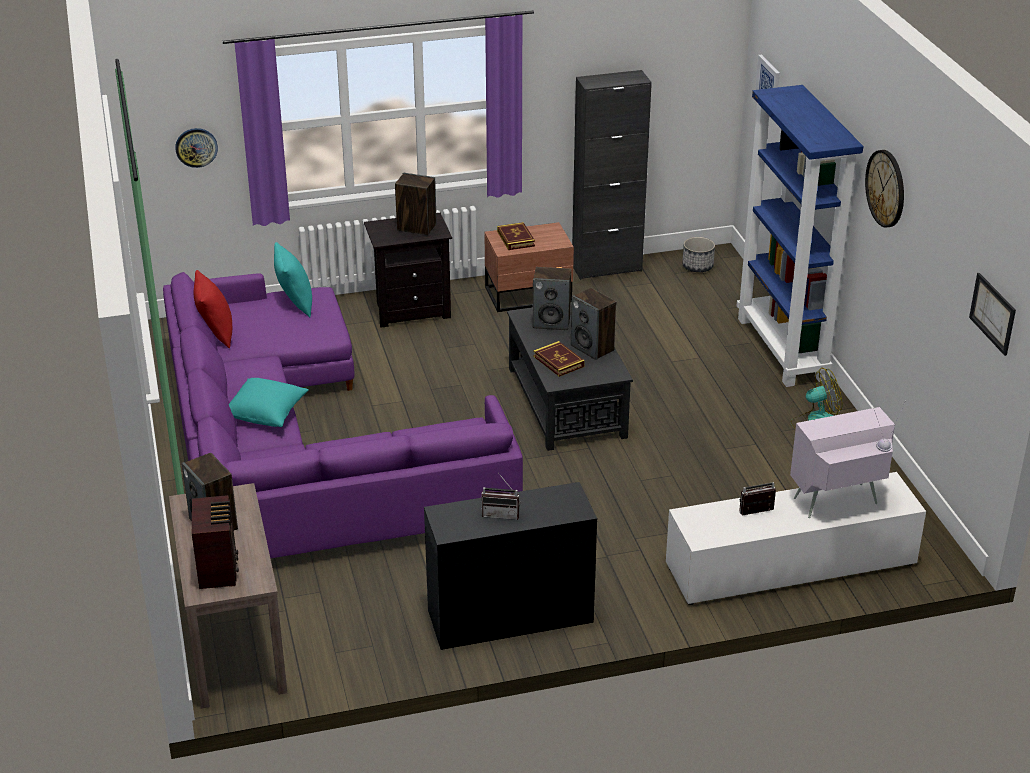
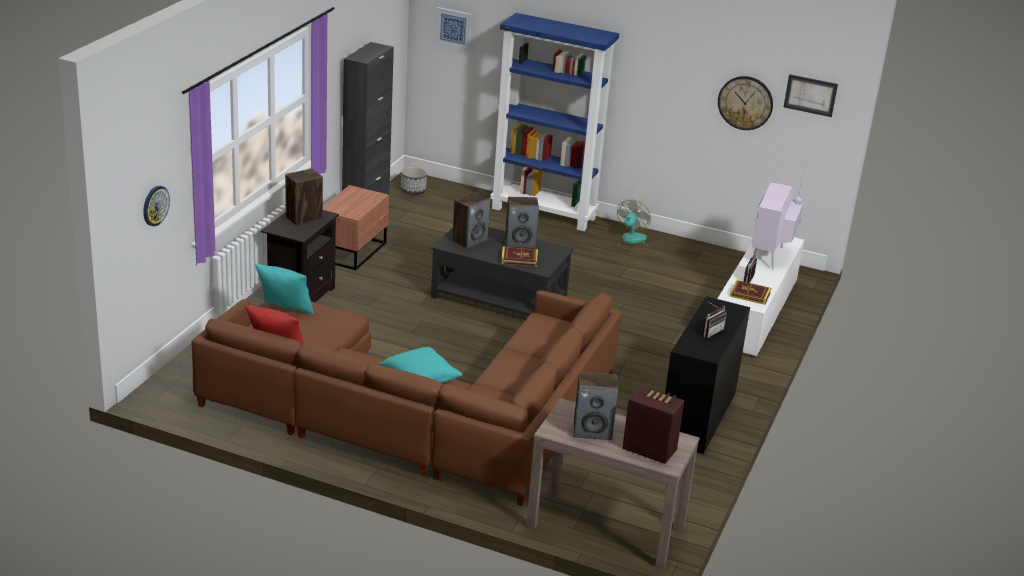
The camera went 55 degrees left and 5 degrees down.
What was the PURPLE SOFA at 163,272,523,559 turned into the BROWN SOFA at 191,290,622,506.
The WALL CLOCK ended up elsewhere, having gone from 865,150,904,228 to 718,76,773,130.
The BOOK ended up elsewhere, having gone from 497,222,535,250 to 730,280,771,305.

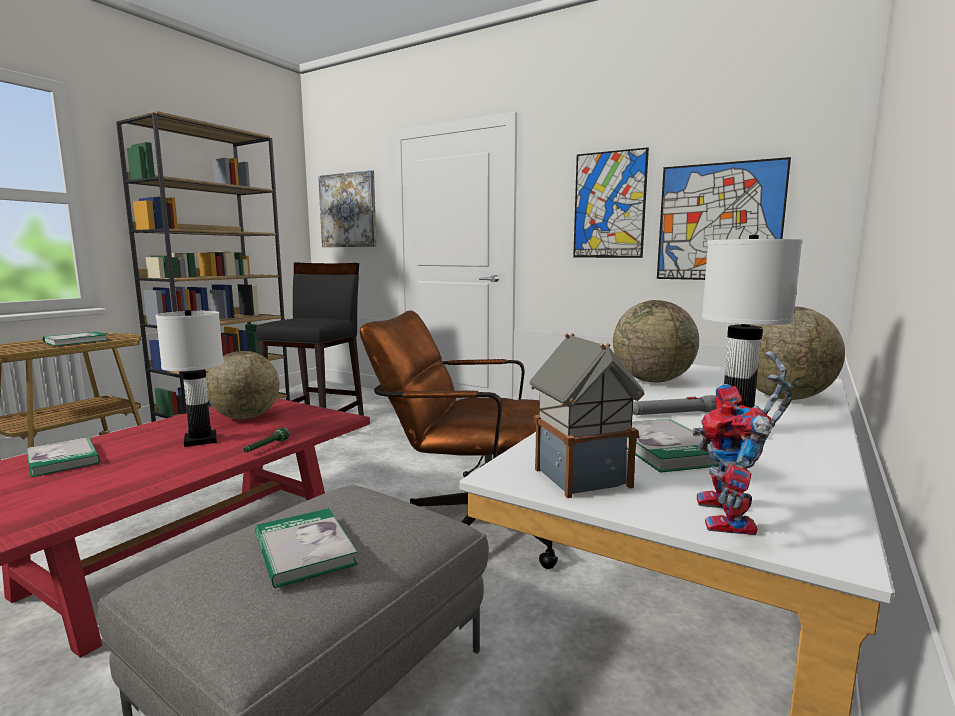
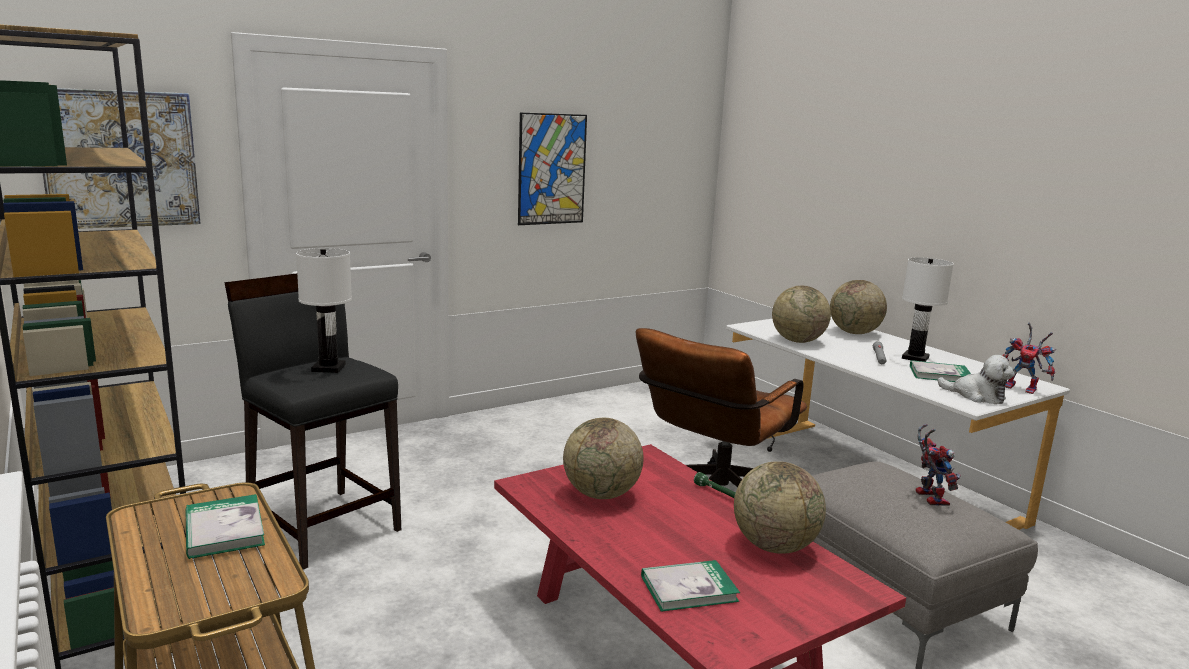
The camera went 65 degrees left and 5 degrees up.
The WHITE TABLE LAMP ended up elsewhere, having gone from 156,310,224,447 to 296,248,352,373.
The second view gained the GLOBE at 734,461,826,554.
Where the BOOK stood at 255,508,358,588, the TOY ROBOT came to stand at 916,424,961,506.
Where the TOY HOUSE stood at 530,333,644,498, the PLUSH TOY came to stand at 937,355,1015,404.
The second view lost the PICTURE at 657,157,791,280.

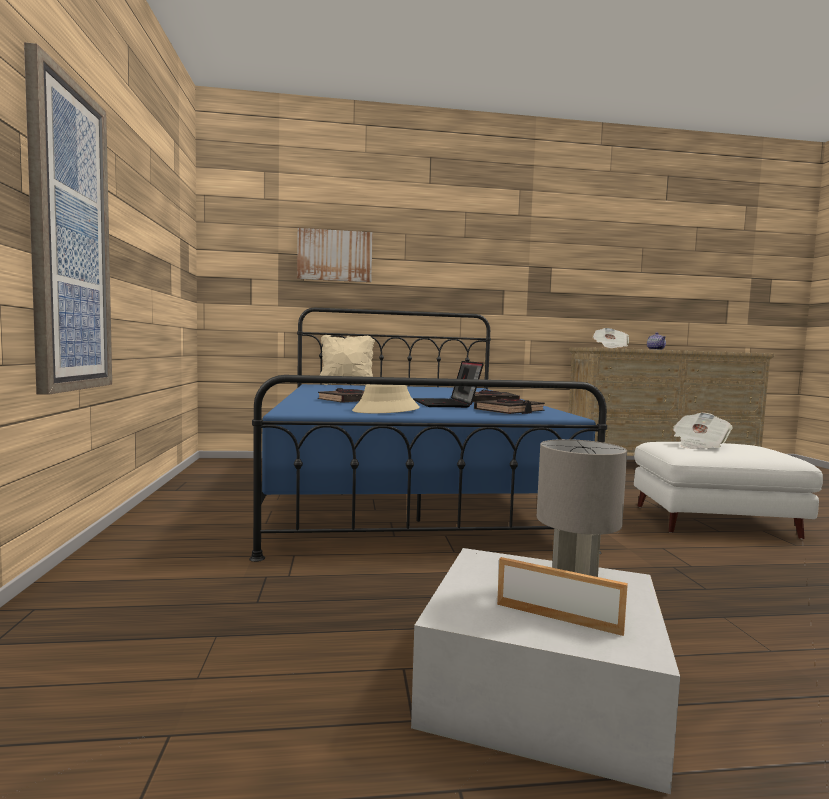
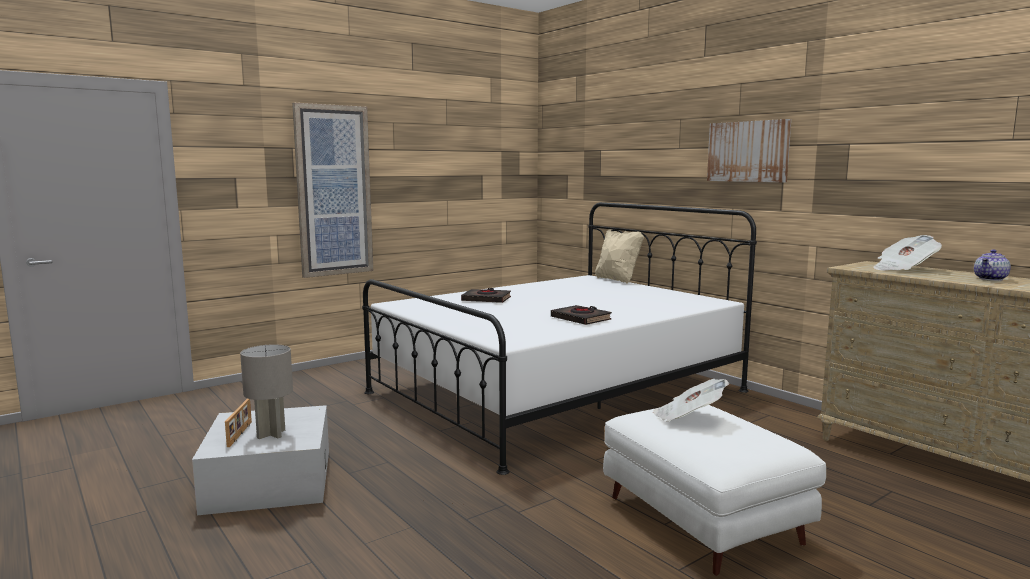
The camera went 60 degrees right and 5 degrees up.
What was the BLUE BED at 249,308,607,562 turned into the WHITE BED at 362,202,757,475.
The PICTURE ended up elsewhere, having gone from 297,228,373,282 to 707,119,791,182.
The second view lost the BEIGE HAT at 352,384,420,413.
The second view lost the LAPTOP at 413,361,484,408.
The second view lost the BLACK BOOK at 474,398,545,414.

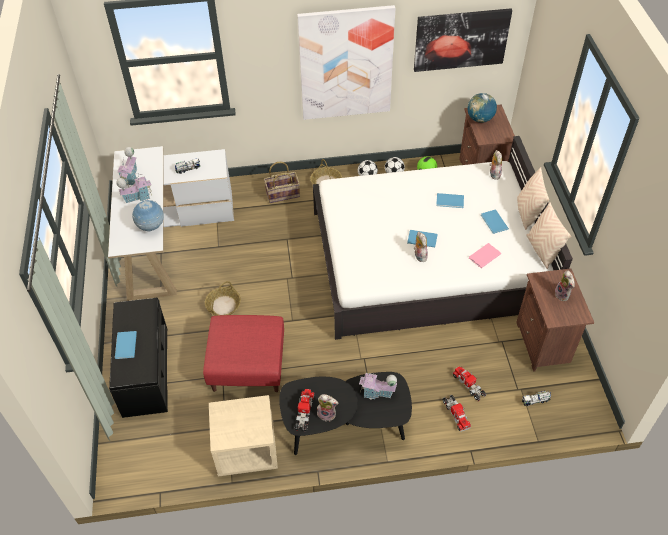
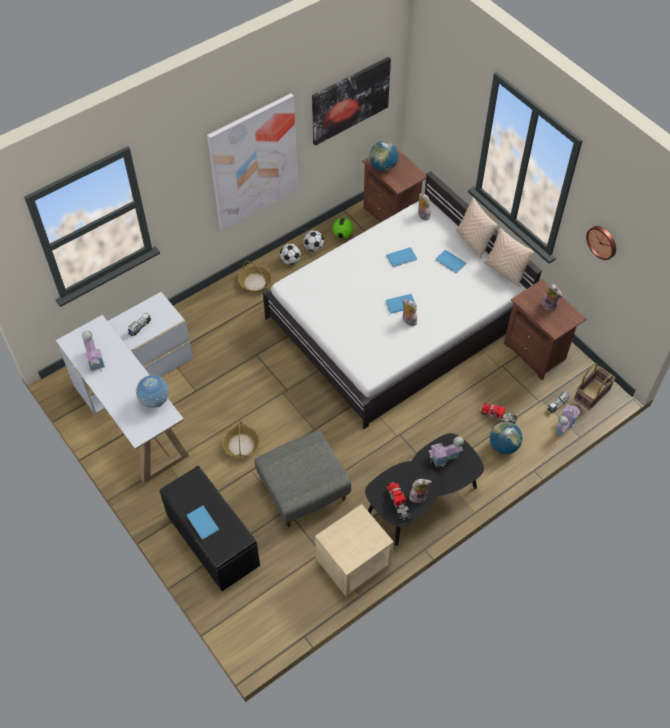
The camera went 30 degrees left and 5 degrees up.
What was the RED OTTOMAN at 203,315,284,392 turned into the GREY OTTOMAN at 255,431,351,527.
Where the TOY TRUCK stood at 442,395,471,432, the GLOBE came to stand at 490,422,523,454.
The TOY HOUSE ended up elsewhere, having gone from 116,173,152,203 to 556,404,580,437.
The BASKET ended up elsewhere, having gone from 264,162,300,203 to 574,363,616,410.
The second view gained the WALL CLOCK at 586,226,616,260.
The second view lost the PINK BOOK at 469,243,501,268.

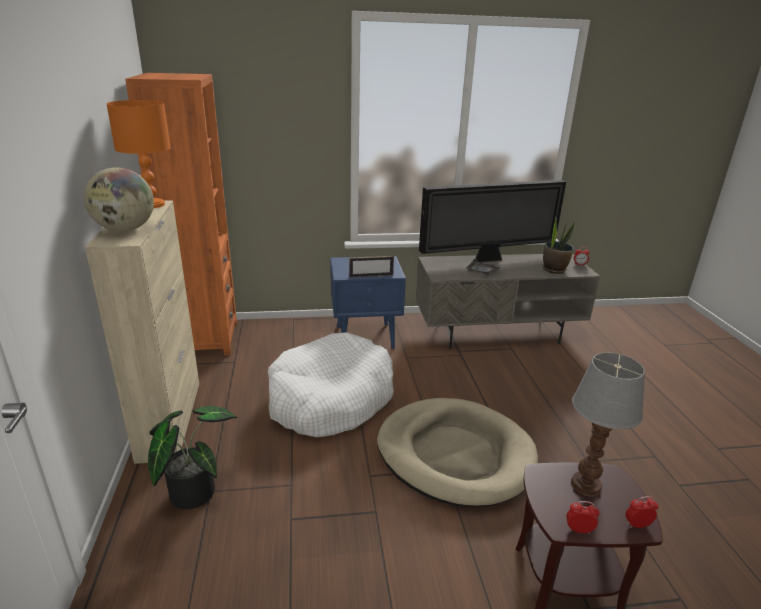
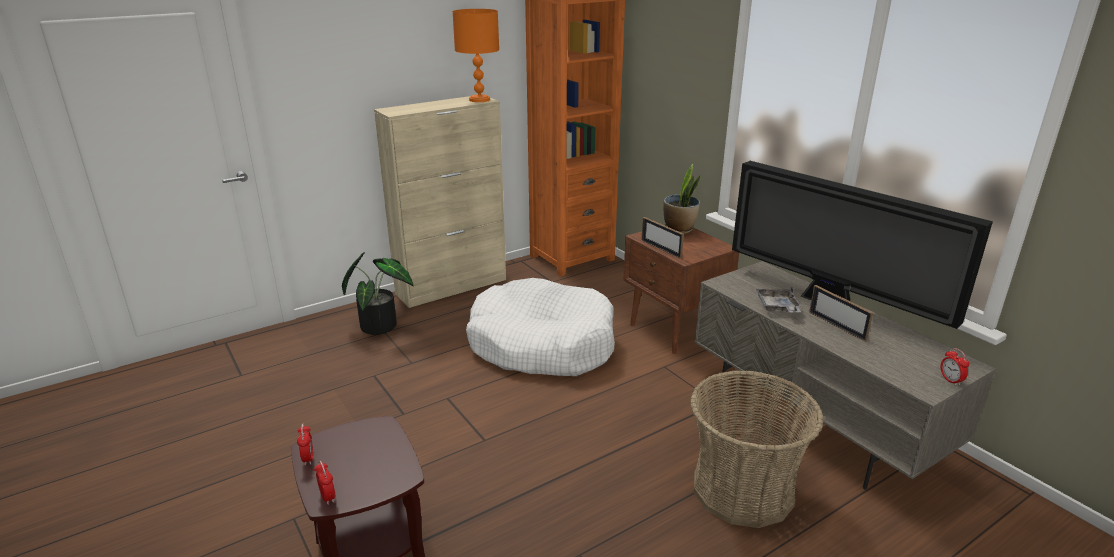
The camera went 65 degrees right and 0 degrees up.
What was the BLUE NIGHTSTAND at 330,256,406,349 turned into the BROWN NIGHTSTAND at 623,228,739,354.
The POTTED PLANT ended up elsewhere, having gone from 543,216,575,274 to 664,164,701,234.
The second view gained the BASKET at 690,370,824,528.
The second view gained the PICTURE FRAME at 809,285,873,342.
The second view lost the GLOBE at 84,167,154,232.
The second view lost the BEIGE DOG BED at 377,398,538,507.
The second view lost the TABLE LAMP at 571,353,645,496.

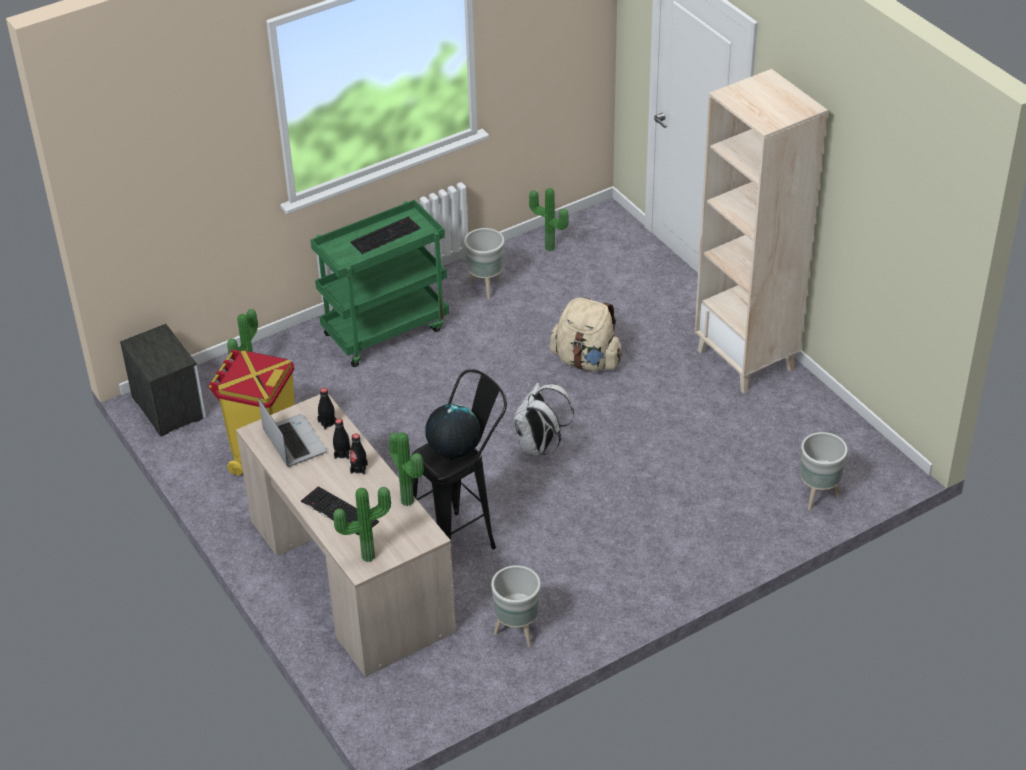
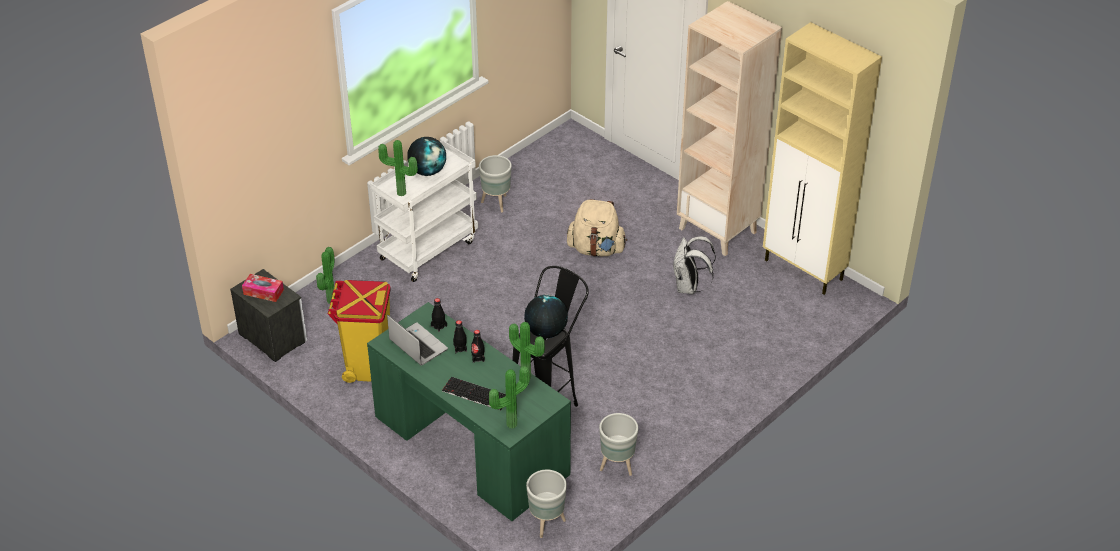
The camera went 15 degrees left and 0 degrees up.
The second view gained the TISSUE BOX at 242,274,284,302.
What was the BEIGE DESK at 236,394,456,677 turned into the GREEN DESK at 367,302,571,521.
What was the GREEN CART at 311,200,449,367 turned into the WHITE CART at 370,140,478,282.
The POTTED PLANT ended up elsewhere, having gone from 529,188,569,251 to 378,140,418,196.
Where the KEYBOARD stood at 350,216,421,254, the GLOBE came to stand at 407,137,446,176.
The GREY PLANTER ended up elsewhere, having gone from 801,432,848,510 to 526,469,567,538.
The WHITE BACKPACK ended up elsewhere, having gone from 514,383,574,457 to 672,236,716,294.
The second view gained the BEIGE CABINET at 763,22,882,295.

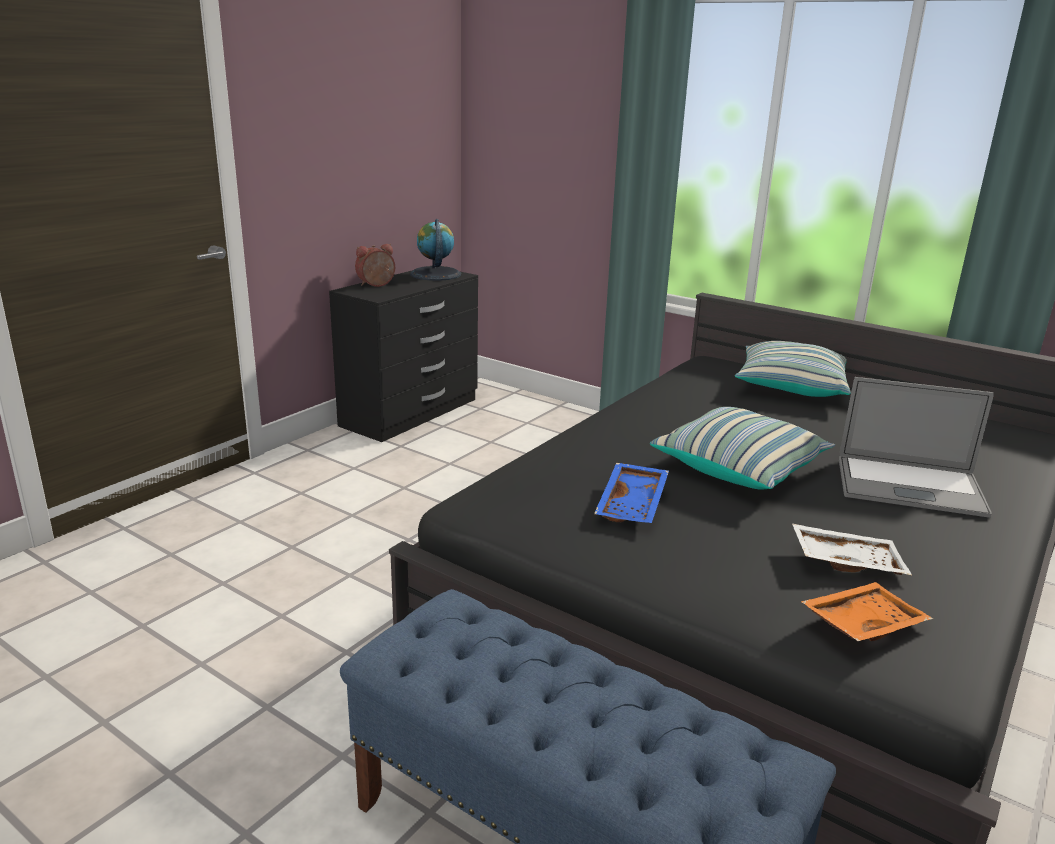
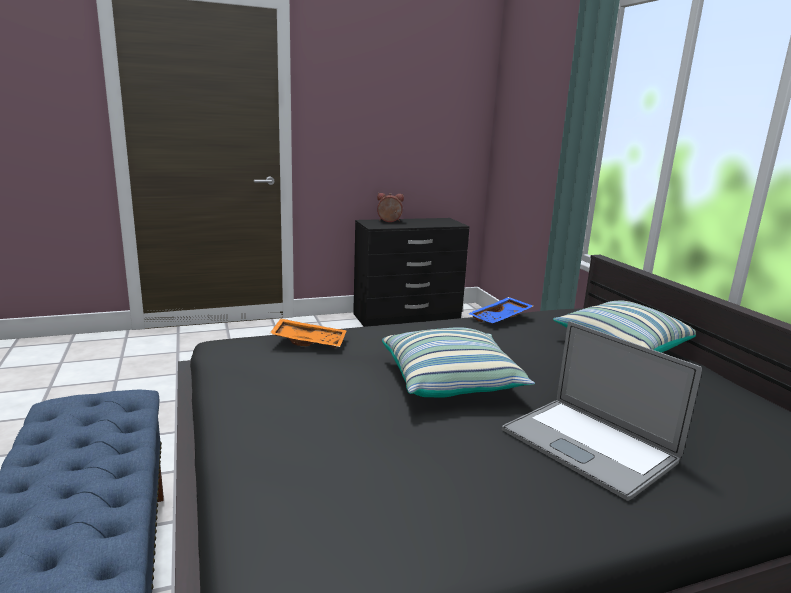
The camera went 35 degrees right and 5 degrees down.
The ORANGE TRAY ended up elsewhere, having gone from 801,582,933,641 to 269,318,347,348.
The BLUE TRAY ended up elsewhere, having gone from 594,463,669,523 to 468,297,533,323.
The second view lost the GLOBE at 410,219,461,281.
The second view lost the WHITE TRAY at 792,524,912,575.

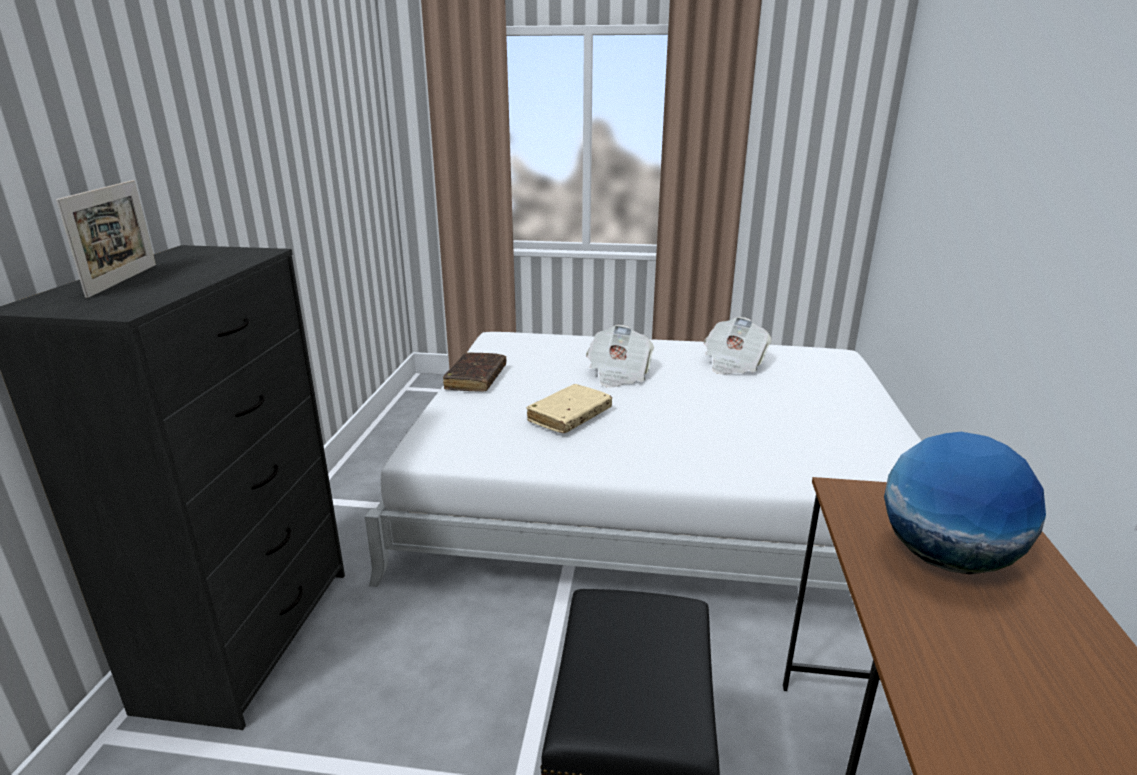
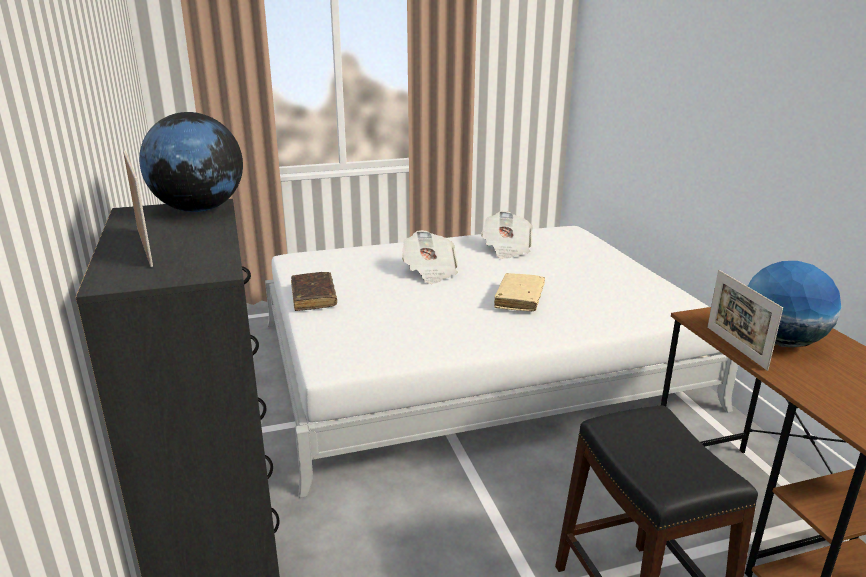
The camera went 25 degrees left and 0 degrees up.
The second view gained the GLOBE at 139,112,243,212.
The BEIGE BOOK ended up elsewhere, having gone from 527,384,612,433 to 494,273,545,311.
The second view gained the PICTURE FRAME at 707,270,783,371.

